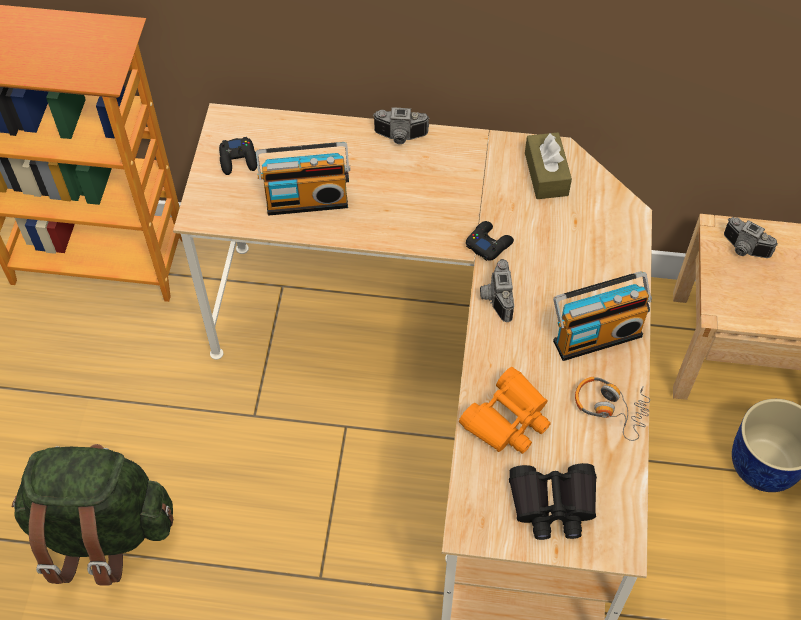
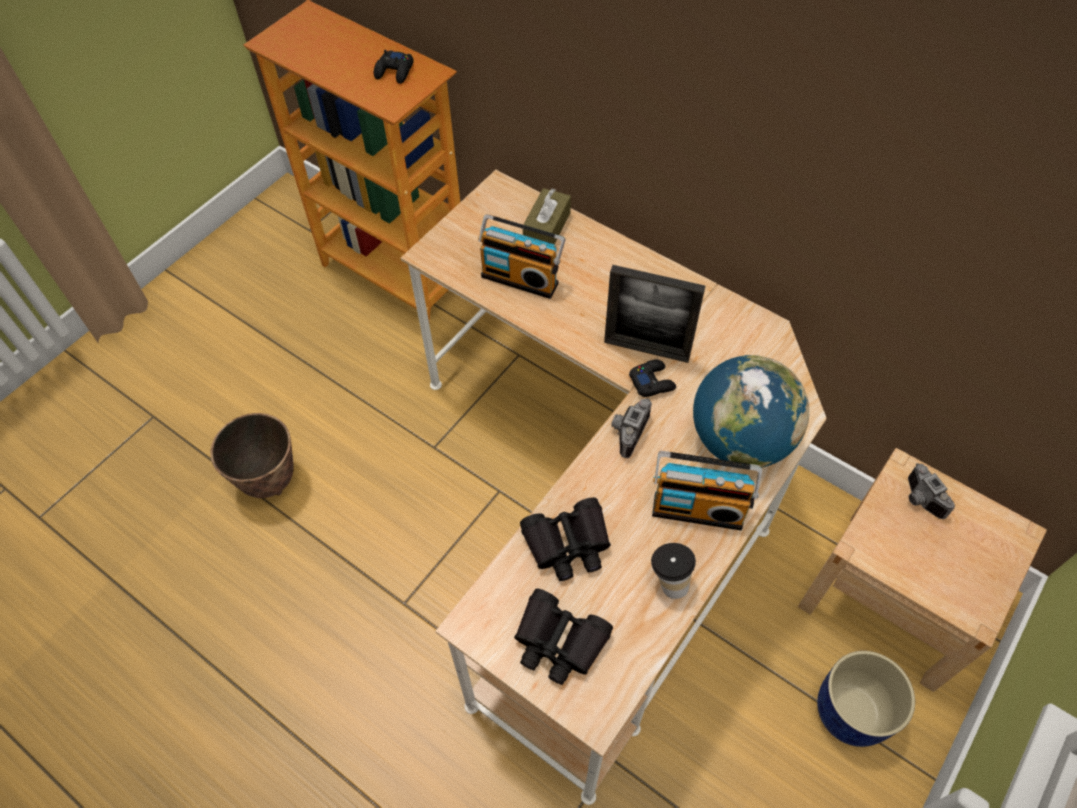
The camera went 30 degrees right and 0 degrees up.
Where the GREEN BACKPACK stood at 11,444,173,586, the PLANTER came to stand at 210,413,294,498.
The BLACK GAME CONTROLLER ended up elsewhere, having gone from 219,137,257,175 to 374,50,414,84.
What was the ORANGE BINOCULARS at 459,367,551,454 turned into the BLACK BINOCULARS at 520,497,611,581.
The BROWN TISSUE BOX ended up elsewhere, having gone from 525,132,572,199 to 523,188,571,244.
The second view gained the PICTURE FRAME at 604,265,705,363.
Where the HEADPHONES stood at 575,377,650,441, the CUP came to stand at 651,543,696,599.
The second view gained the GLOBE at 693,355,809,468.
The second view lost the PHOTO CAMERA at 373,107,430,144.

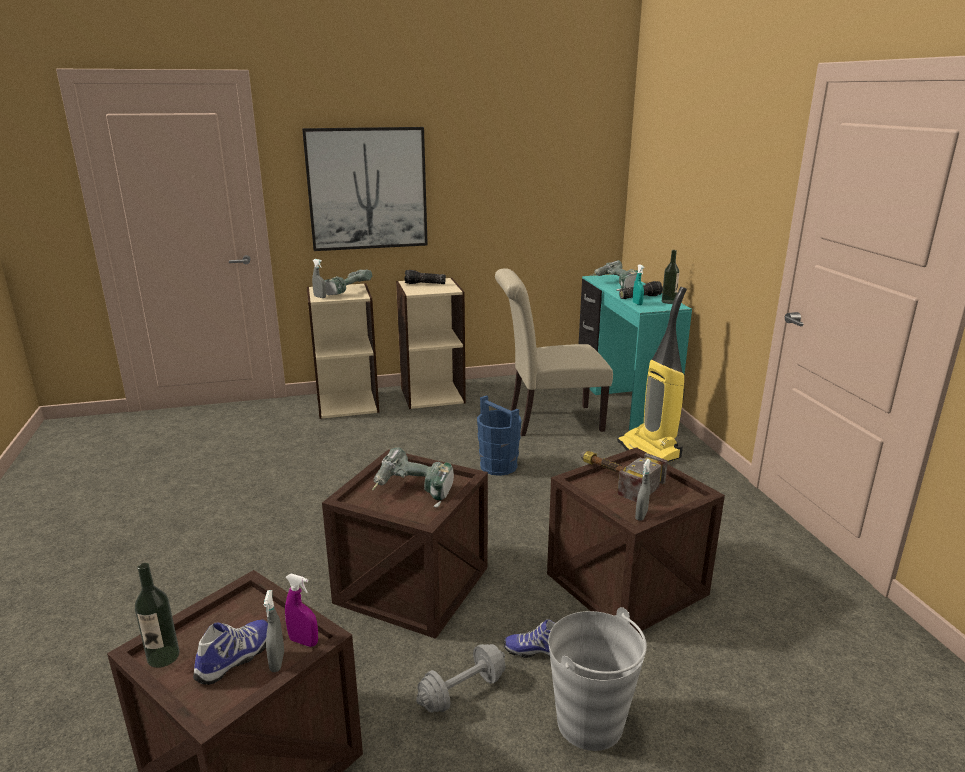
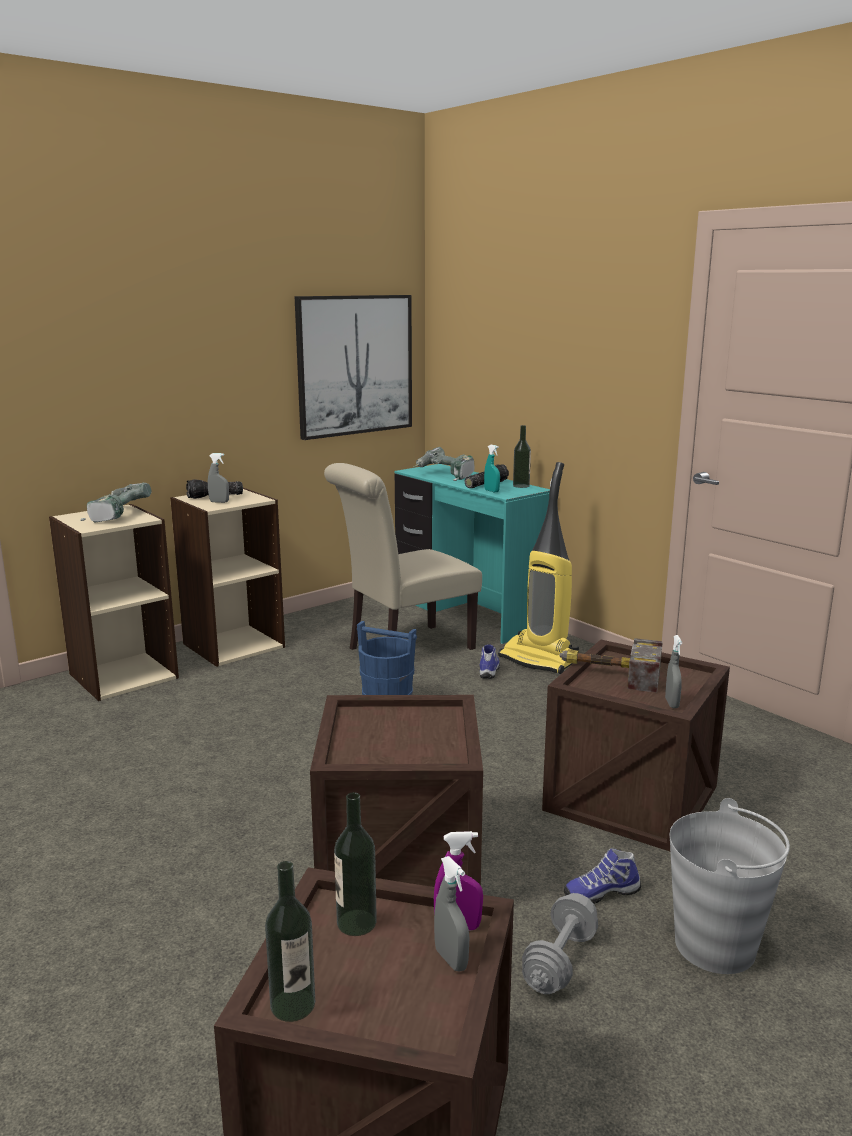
The camera went 25 degrees left and 5 degrees down.
The GREY SPRAY BOTTLE ended up elsewhere, having gone from 312,259,326,298 to 208,453,229,503.
The PICTURE ended up elsewhere, having gone from 302,127,428,251 to 294,295,412,440.
The second view gained the BOTTLE at 334,792,377,936.
The SHOE ended up elsewhere, having gone from 193,619,268,685 to 480,644,500,679.
The second view lost the POWER DRILL at 372,447,454,508.

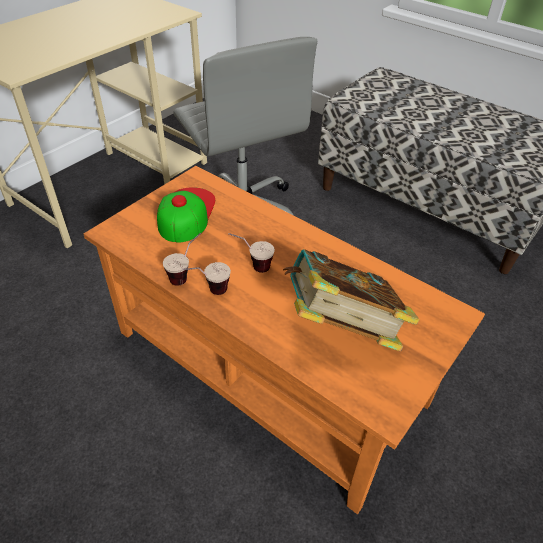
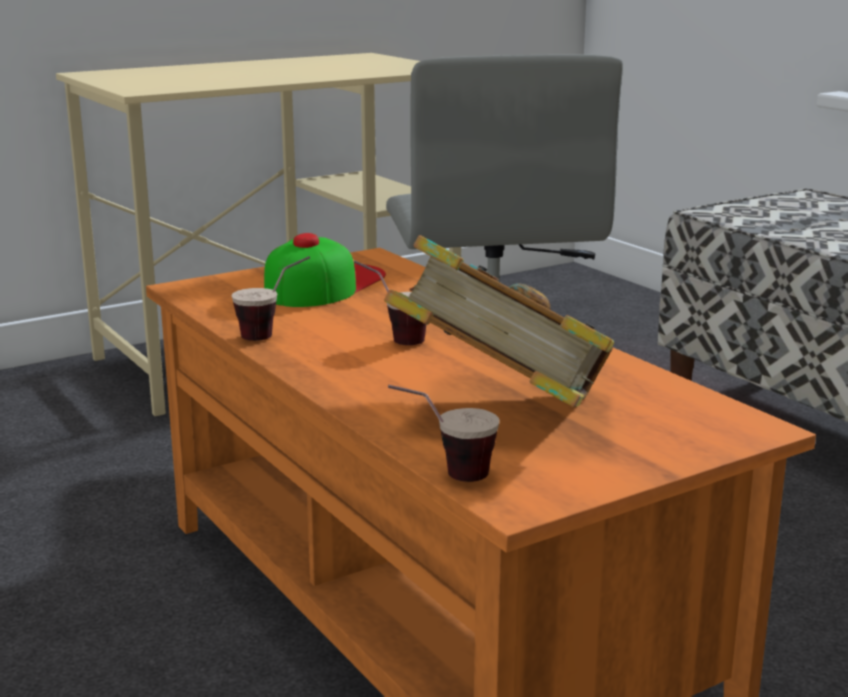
The camera went 20 degrees right and 25 degrees down.
The CUP ended up elsewhere, having gone from 182,262,231,295 to 388,385,499,482.

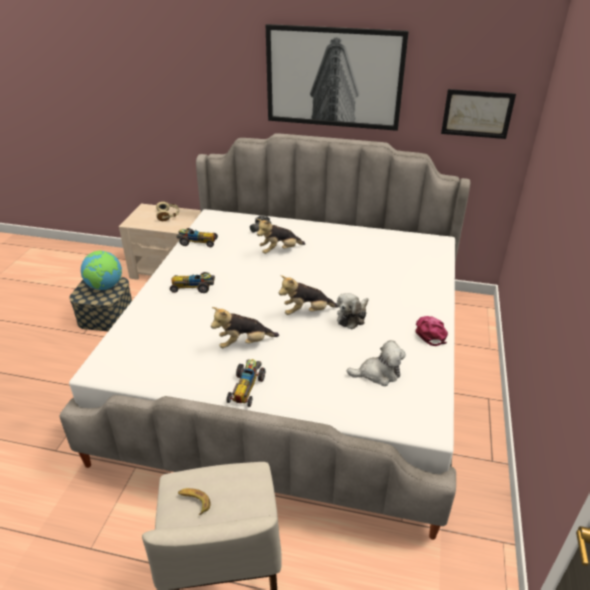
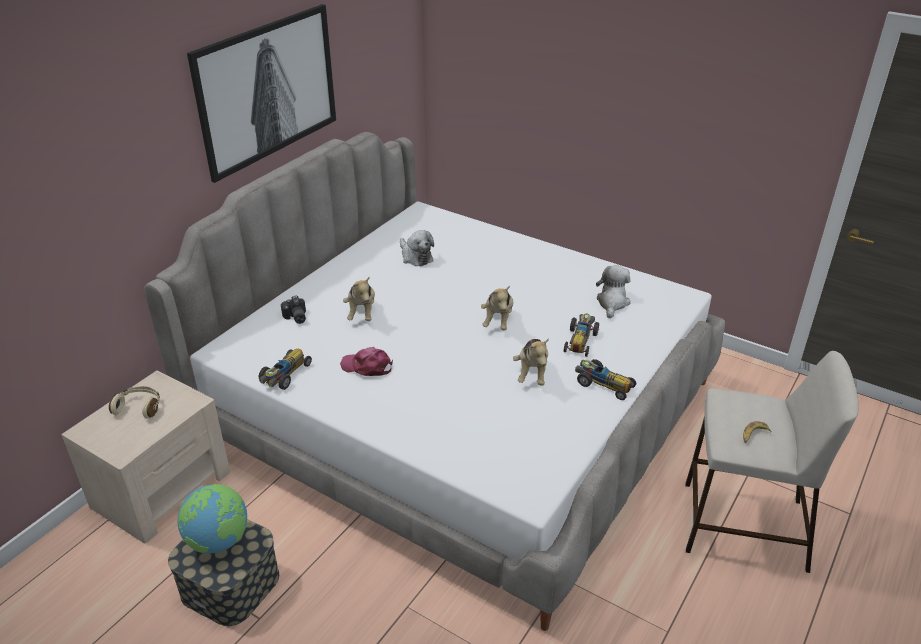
The camera went 70 degrees left and 0 degrees up.
The PINK CAP ended up elsewhere, having gone from 416,316,448,346 to 340,347,393,376.
The PLUSH TOY ended up elsewhere, having gone from 337,293,368,329 to 400,230,434,267.
The TOY CAR ended up elsewhere, having gone from 170,272,215,293 to 564,313,599,357.
The second view lost the PICTURE at 441,89,516,139.

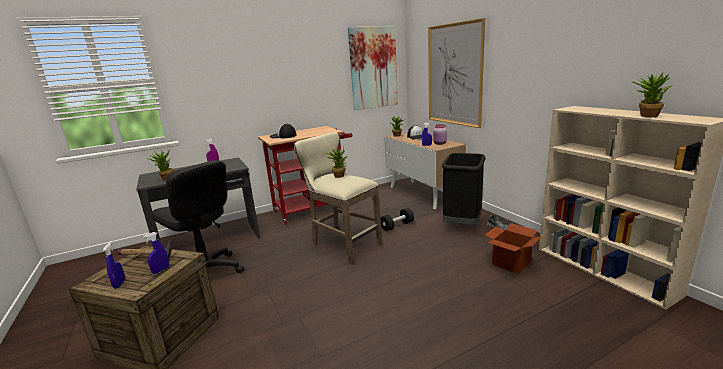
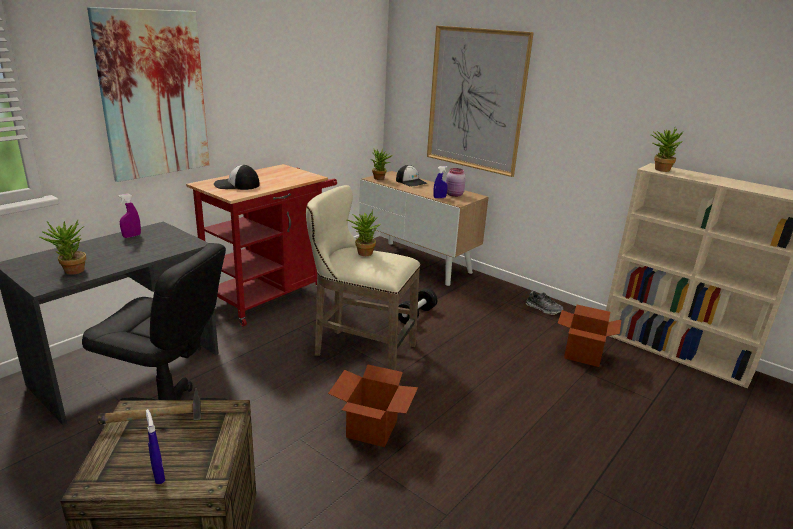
The camera went 25 degrees left and 5 degrees up.
The PICTURE ended up elsewhere, having gone from 348,26,398,110 to 87,7,210,182.
The second view gained the CARDBOARD BOX at 328,364,418,447.
The POTTED PLANT ended up elsewhere, having gone from 632,73,672,117 to 650,128,683,172.
The second view lost the BLUE SPRAY BOTTLE at 143,232,169,274.
The second view lost the BLACK TRASH CAN at 442,153,485,225.

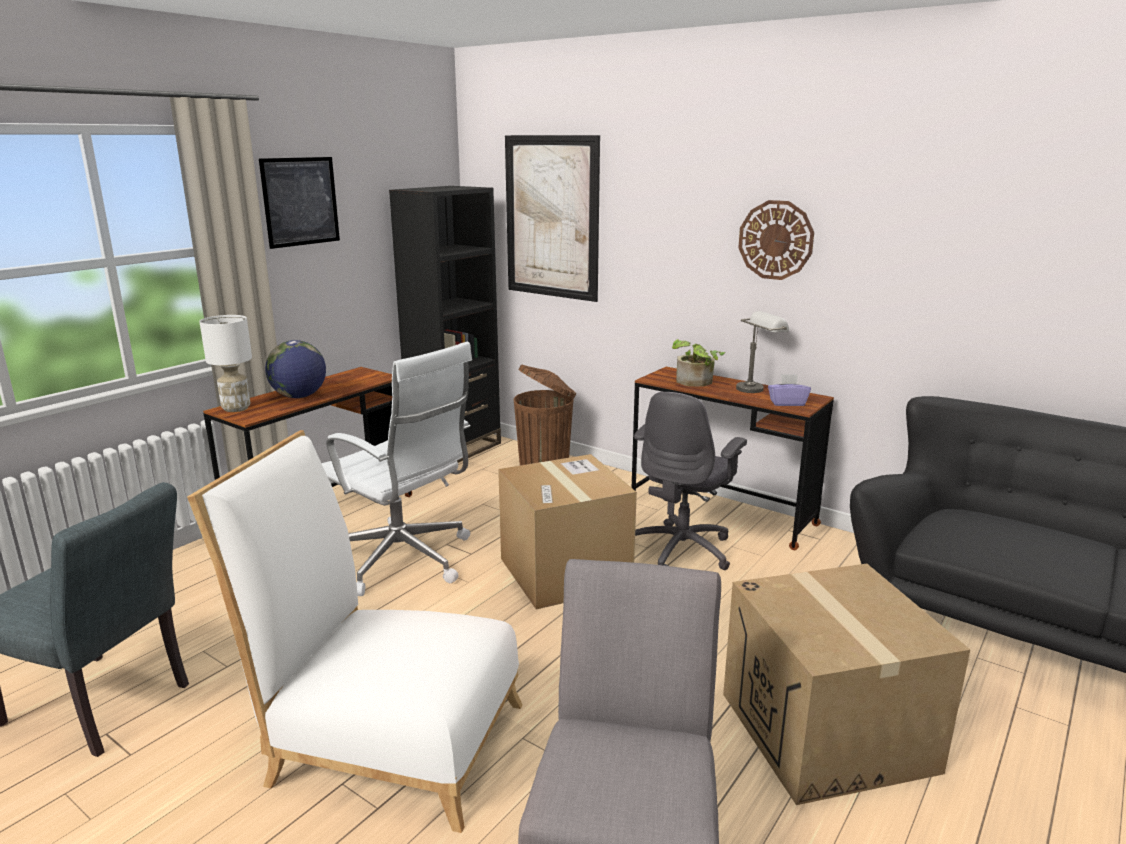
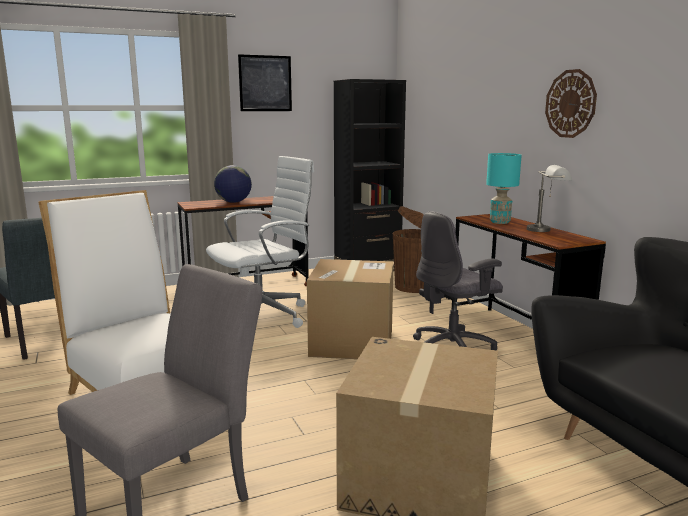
The camera went 30 degrees right and 5 degrees down.
The WHITE OFFICE CHAIR at 322,342,472,596 ended up facing another way, 105 degrees counterclockwise from before.
Where the POTTED PLANT stood at 672,339,725,387, the TURQUOISE TABLE LAMP came to stand at 486,153,522,224.
The second view lost the WHITE TABLE LAMP at 199,315,252,412.
The second view lost the PICTURE at 505,135,600,302.
The second view lost the PURPLE TISSUE BOX at 768,374,811,406.

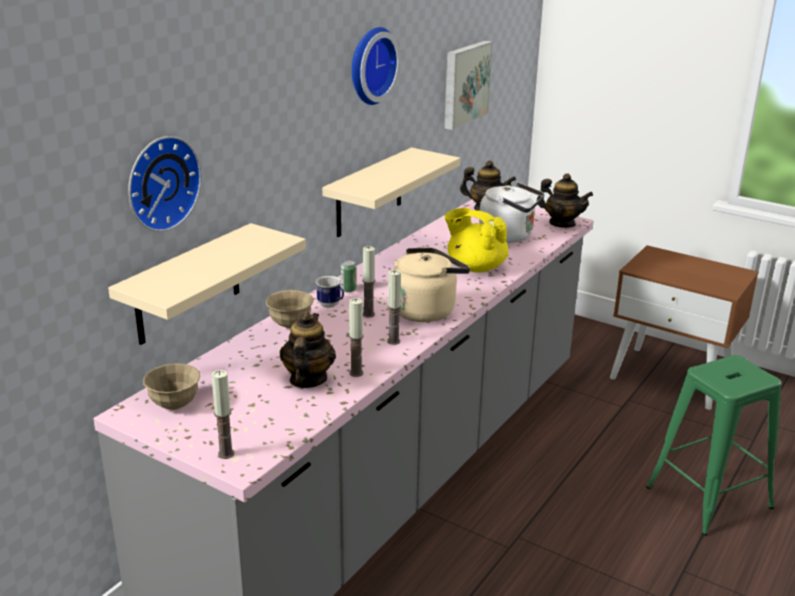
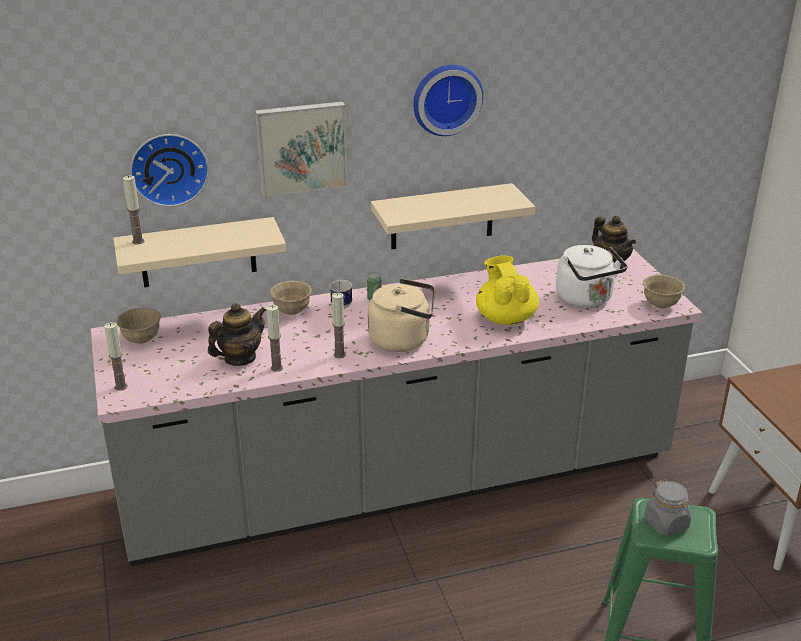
The camera went 40 degrees right and 5 degrees up.
The CANDLE ended up elsewhere, having gone from 362,246,375,318 to 123,176,144,244.
The PICTURE ended up elsewhere, having gone from 444,41,493,130 to 255,101,348,197.
Where the TEAPOT stood at 536,173,593,228, the BEIGE BOWL came to stand at 643,274,685,309.
The second view gained the GREY JAR at 644,480,691,536.

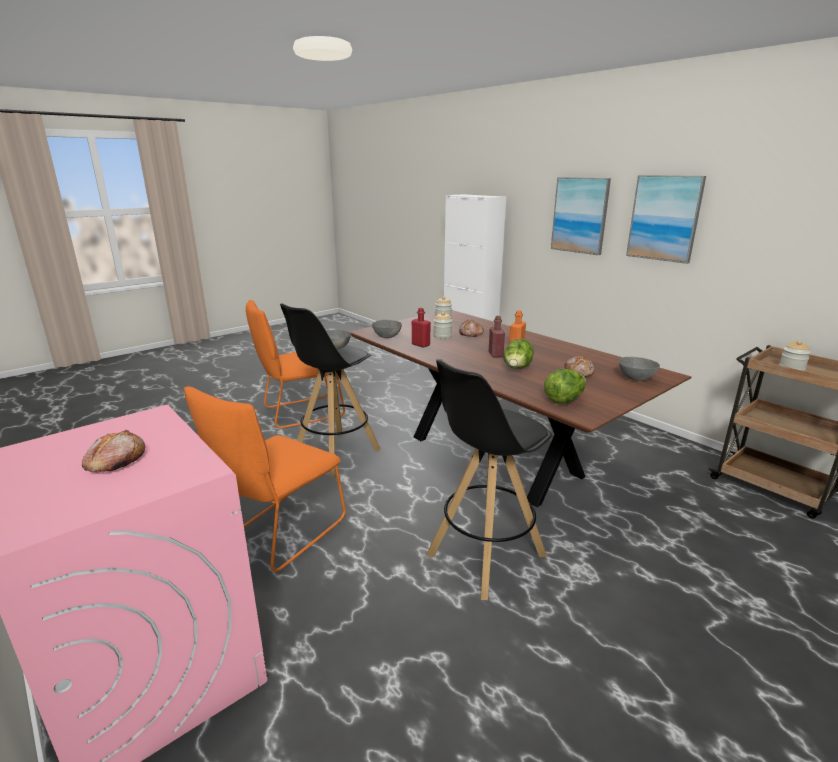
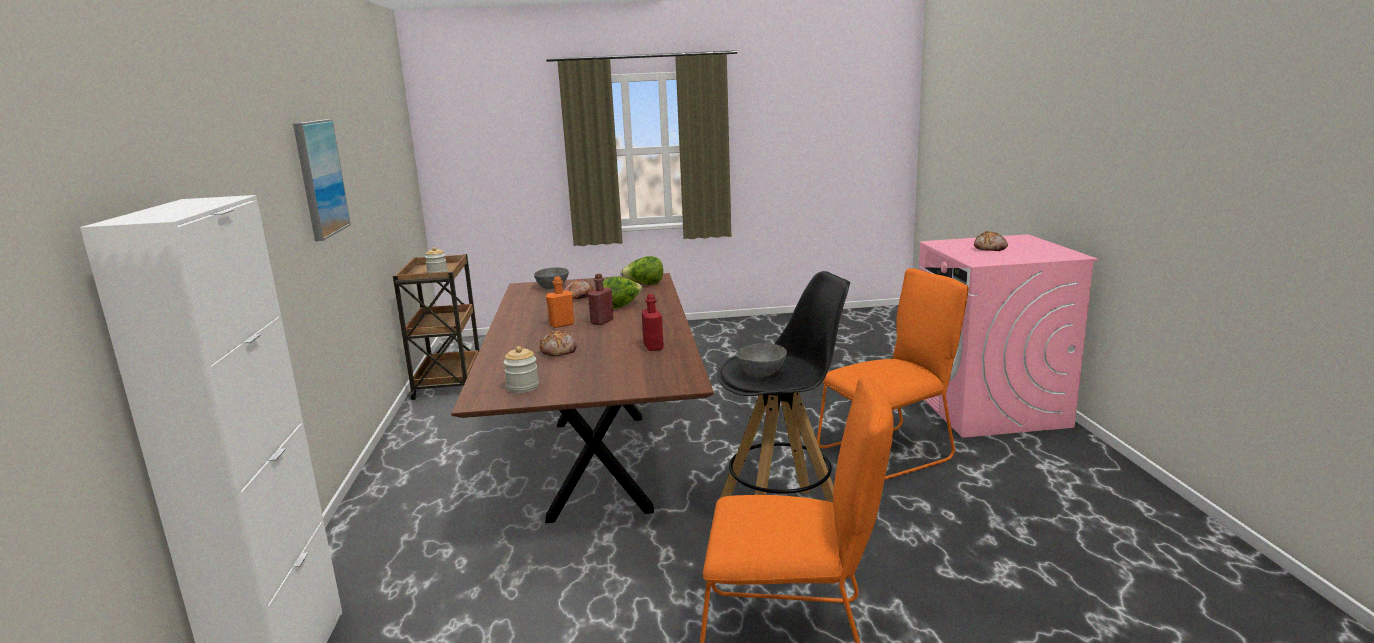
The camera went 145 degrees left and 5 degrees down.
The second view lost the GREY BOWL at 372,320,402,338.
The second view lost the BLACK STOOL at 427,359,552,600.
The second view lost the JAR at 433,312,452,339.
The second view lost the PICTURE at 551,177,611,255.

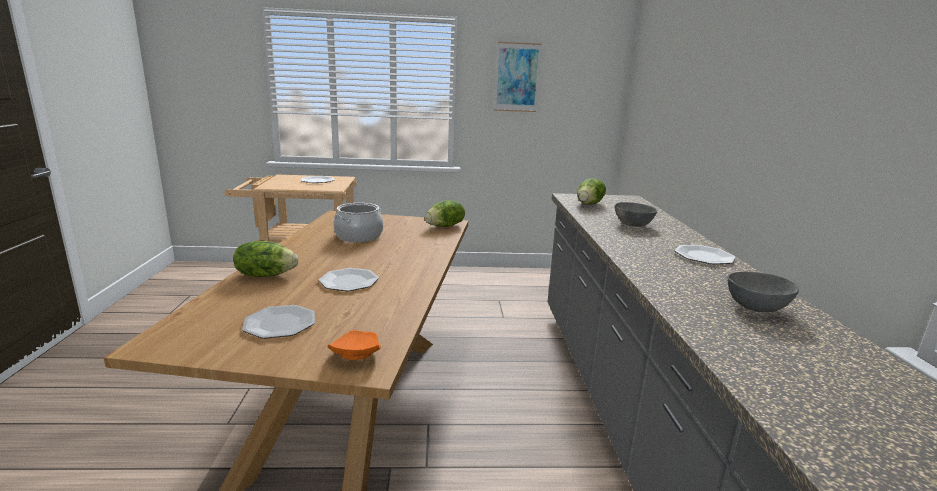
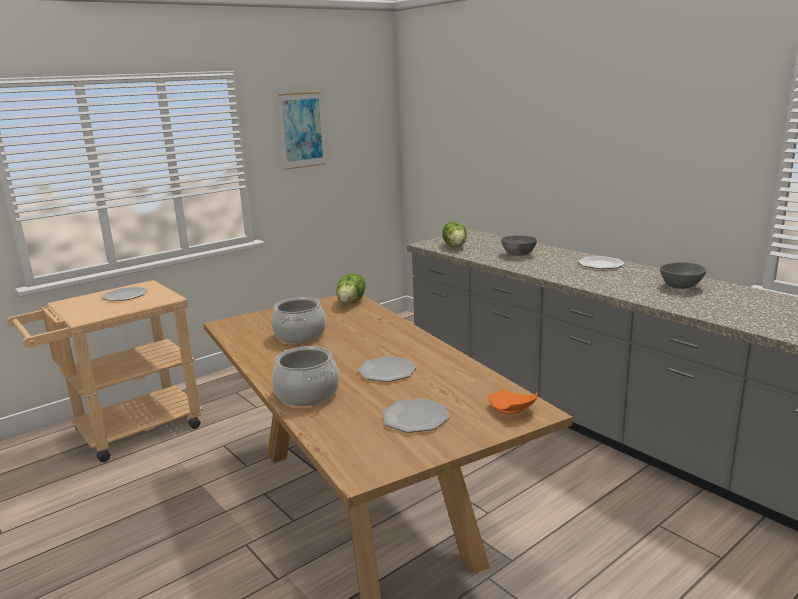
The camera went 35 degrees left and 0 degrees up.
Where the LETTUCE stood at 233,240,298,277, the COOKING POT came to stand at 272,346,339,406.

